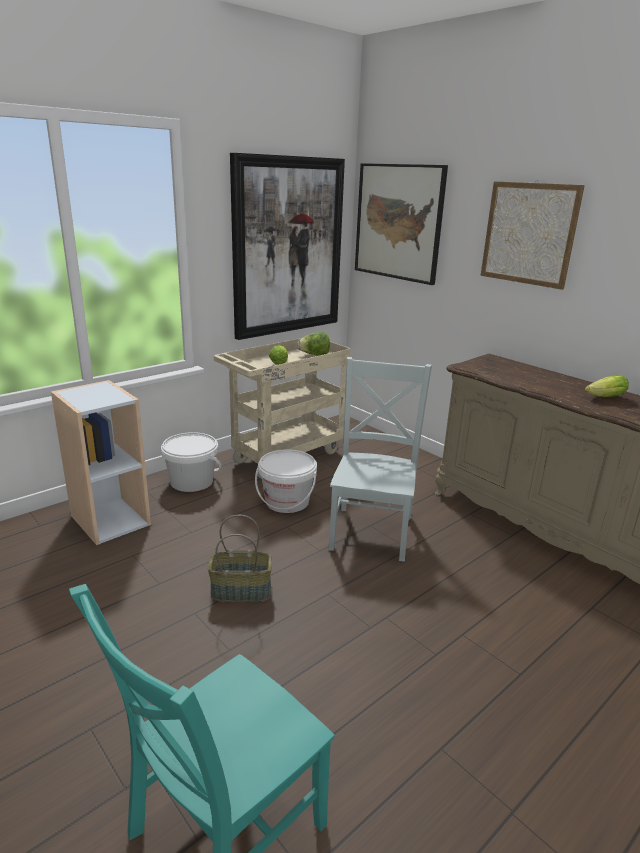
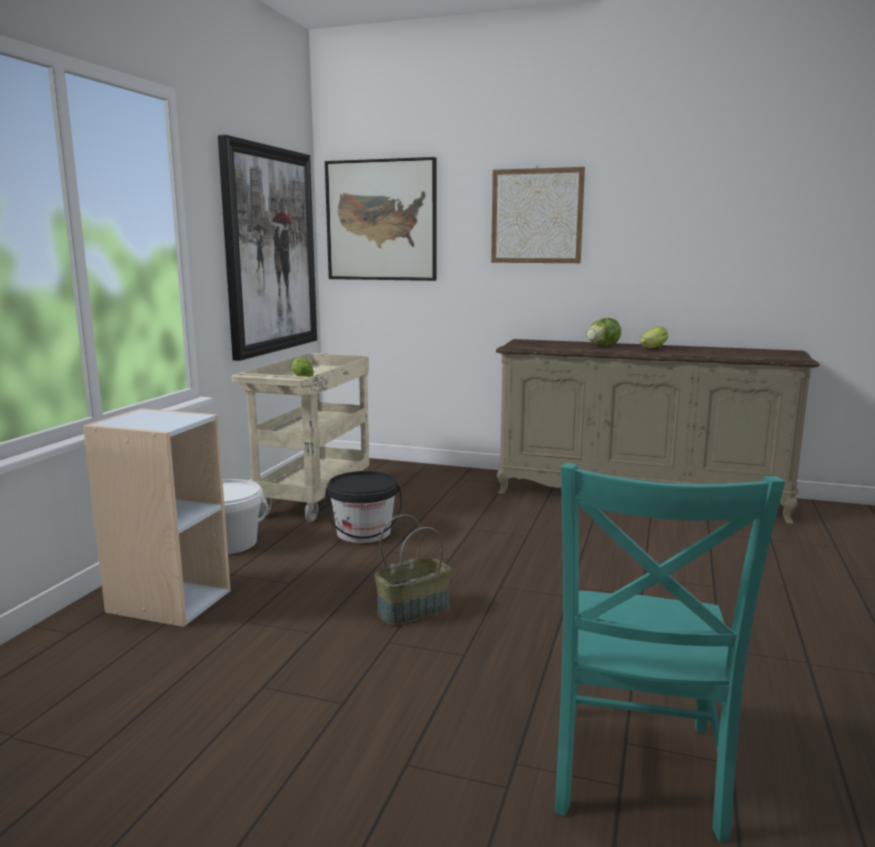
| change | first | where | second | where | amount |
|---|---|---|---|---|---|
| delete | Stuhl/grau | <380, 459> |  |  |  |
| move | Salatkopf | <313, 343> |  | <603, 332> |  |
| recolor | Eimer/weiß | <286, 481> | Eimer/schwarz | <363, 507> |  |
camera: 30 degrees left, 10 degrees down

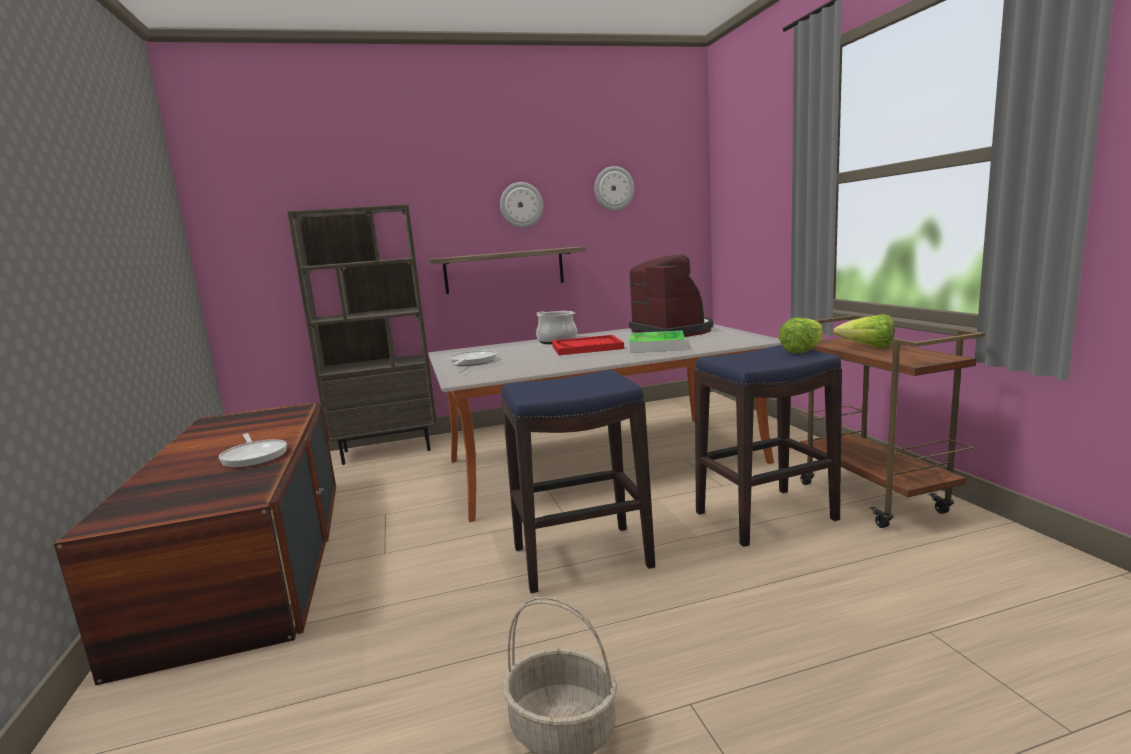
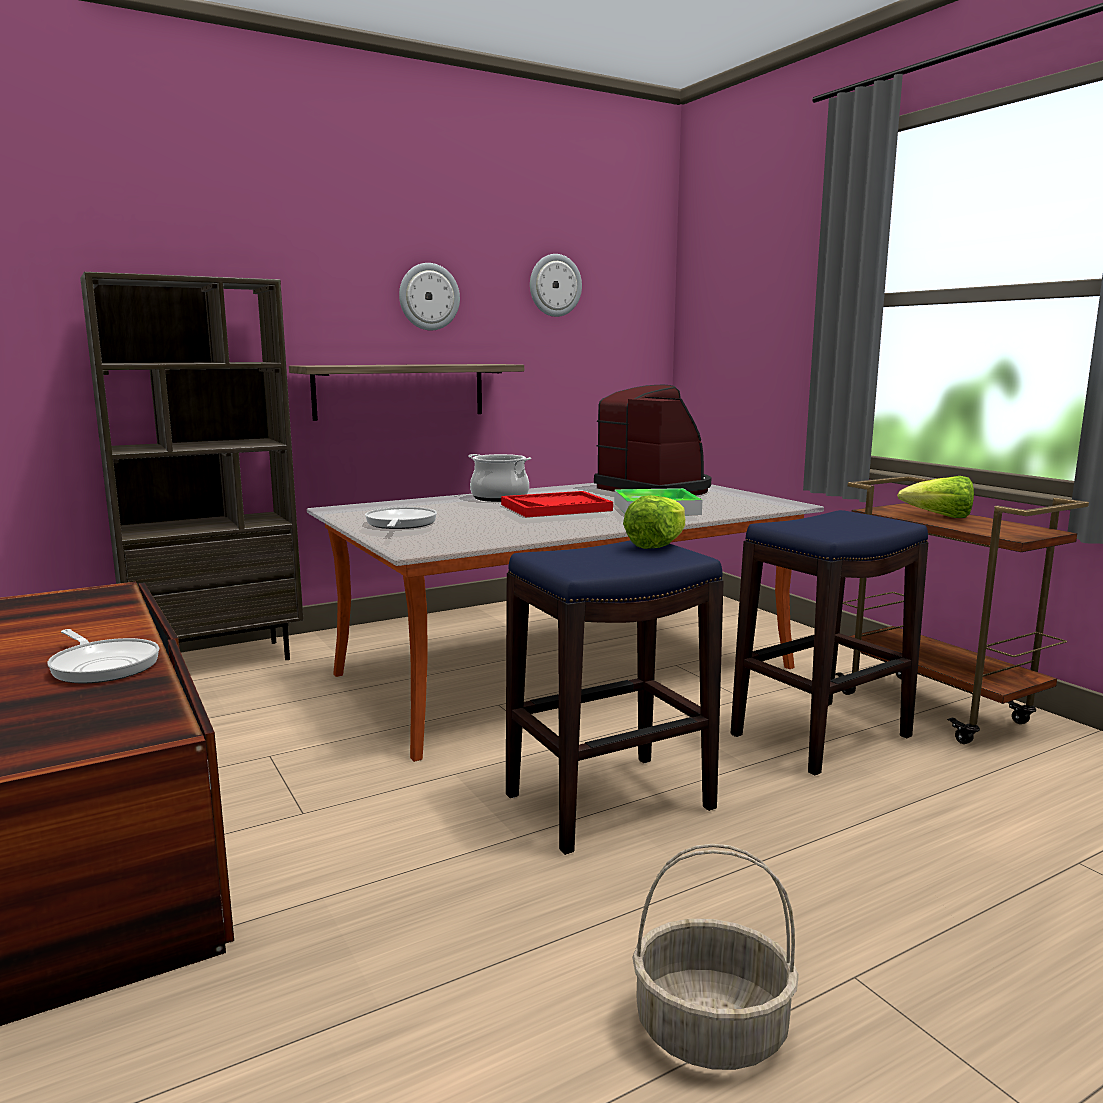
| change | first | where | second | where | amount |
|---|---|---|---|---|---|
| move | Salatkopf | <800, 335> |  | <654, 522> |  |
camera: 15 degrees left, 0 degrees up

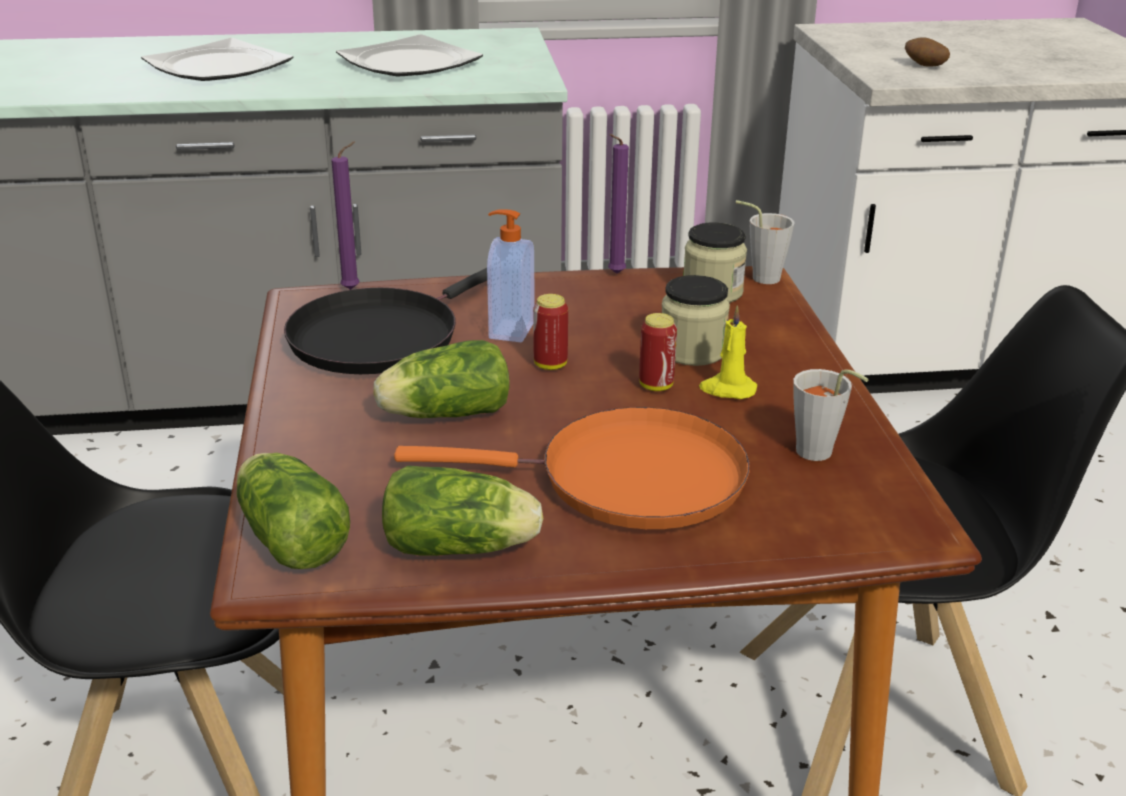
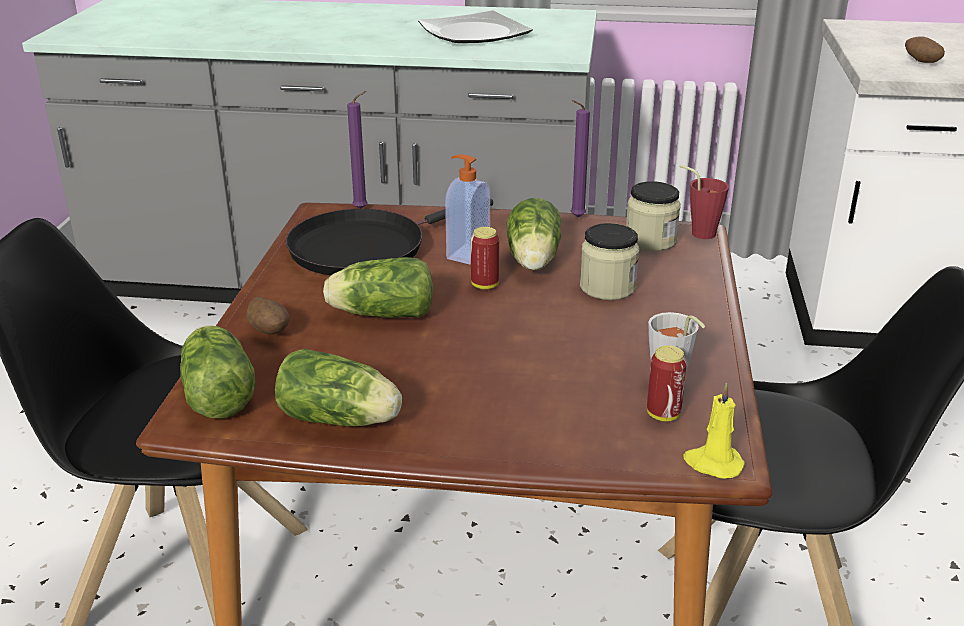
| change | first | where | second | where | amount |
|---|---|---|---|---|---|
| delete | Teller | <217, 59> |  |  |  |
| delete | Pfanne/orange | <572, 468> |  |  |  |
| insert |  |  | Kartoffel | <268, 315> |  |
| insert |  |  | Salatkopf | <534, 234> |  |
| move | Dose | <658, 352> |  | <667, 383> |  |
| move | Kerze/gelb | <728, 352> |  | <714, 430> |  |
| recolor | Tasse/grau | <765, 242> | Tasse/rot | <704, 202> |  |
camera: 15 degrees right, 0 degrees up

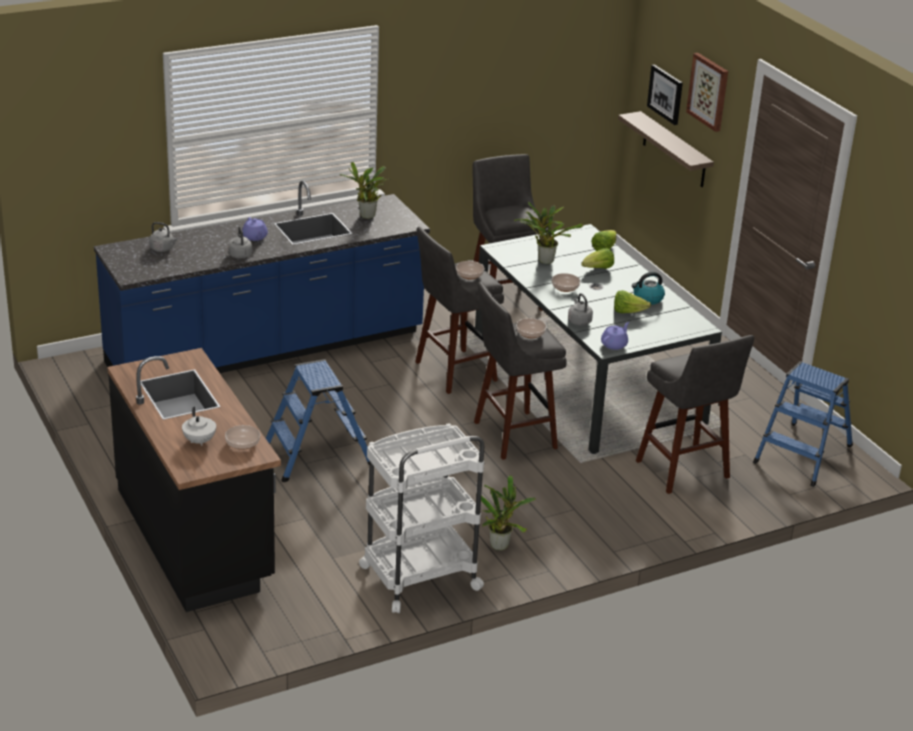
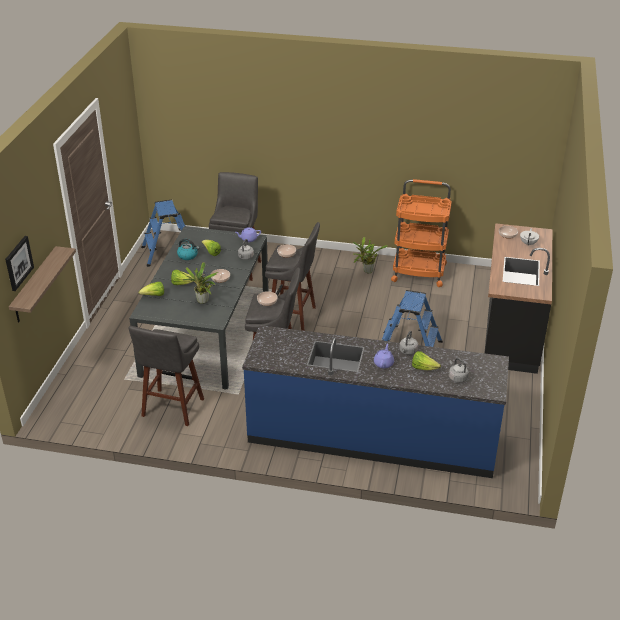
| change | first | where | second | where | amount |
|---|---|---|---|---|---|
| delete | Topfpflanze | <364, 190> |  |  |  |
| delete | Bild | <707, 92> |  |  |  |
| insert |  |  | Salatkopf | <426, 360> |  |
| recolor | Rollwagen/weiß | <421, 518> | Rollwagen/orange | <421, 233> |  |
camera: 140 degrees left, 5 degrees up

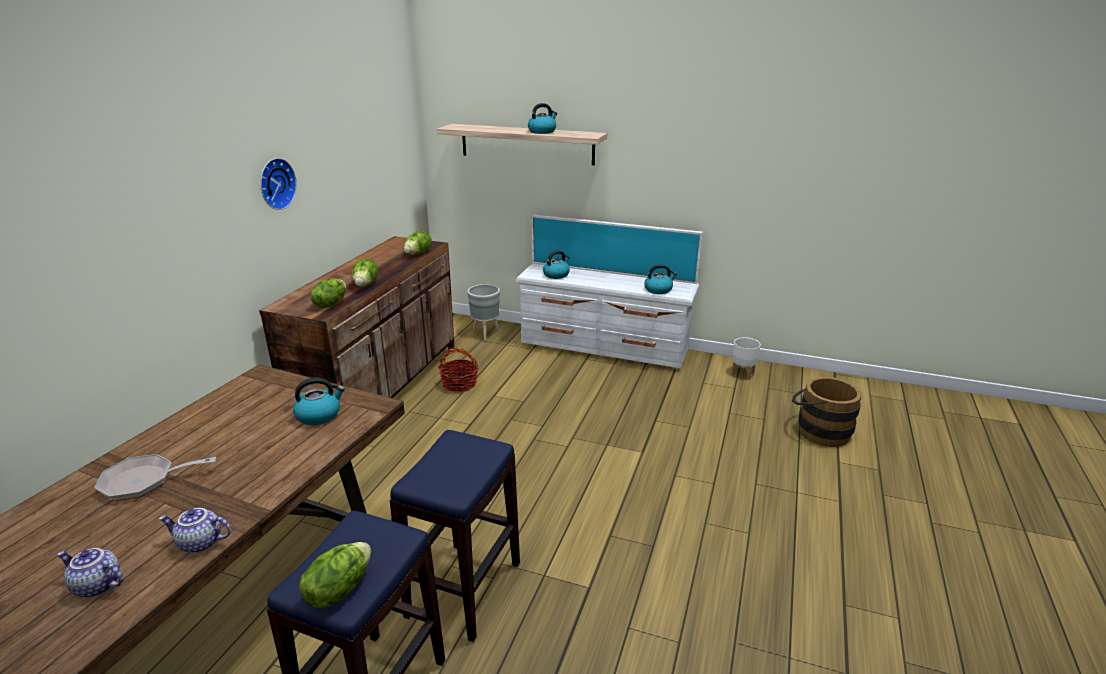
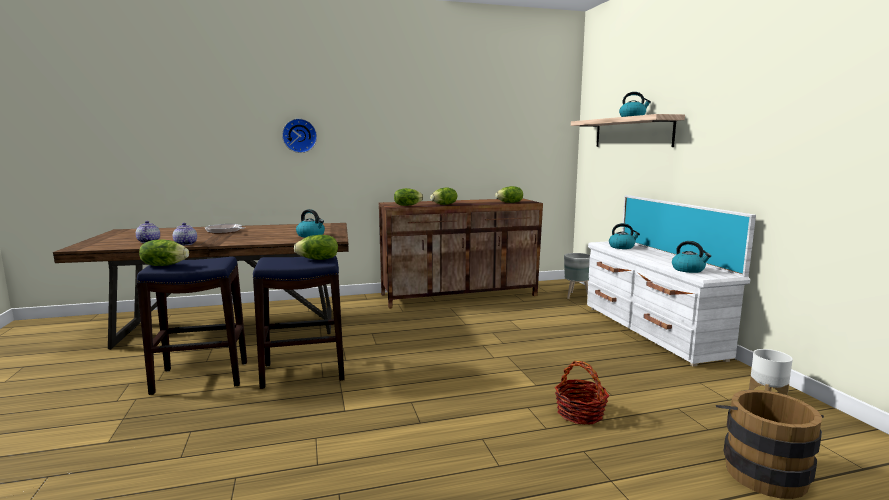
| change | first | where | second | where | amount |
|---|---|---|---|---|---|
| insert |  |  | Salatkopf | <316, 247> |  |
| move | Wanduhr | <278, 184> |  | <299, 135> |  |
| move | Korb | <458, 370> |  | <582, 392> |  |
camera: 55 degrees right, 15 degrees down

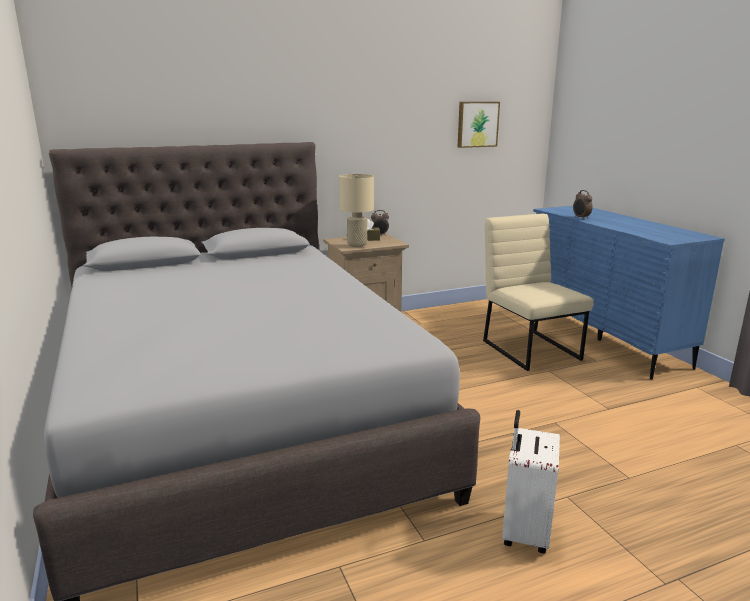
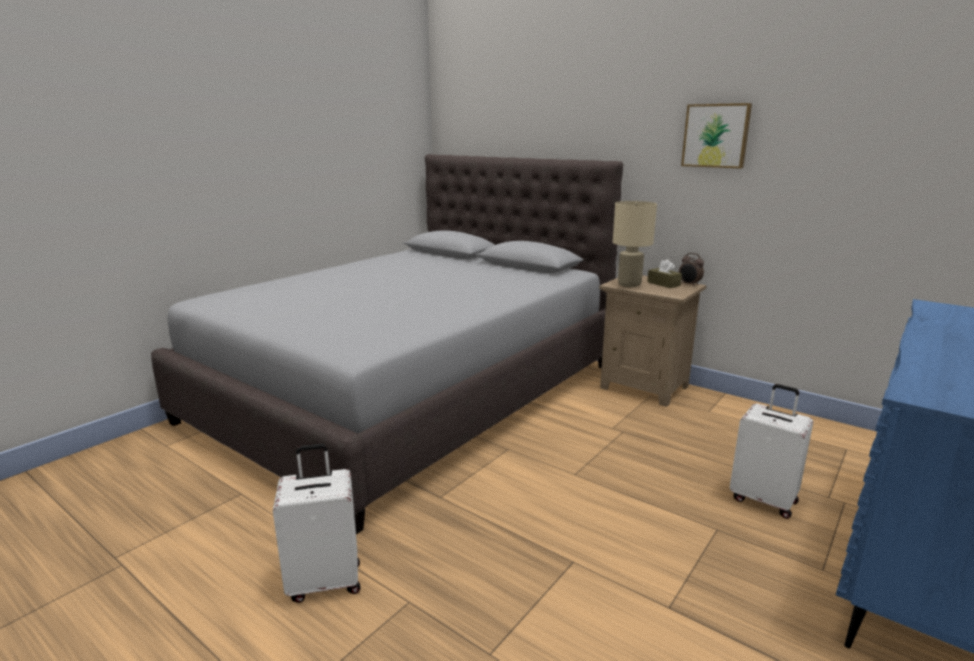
| change | first | where | second | where | amount |
|---|---|---|---|---|---|
| delete | Wecker | <583, 205> |  |  |  |
| move | Bild | <479, 125> |  | <716, 135> |  |
| replace | Stuhl/beige | <538, 292> | Koffer/weiß | <771, 451> |  |
camera: 60 degrees right, 0 degrees up

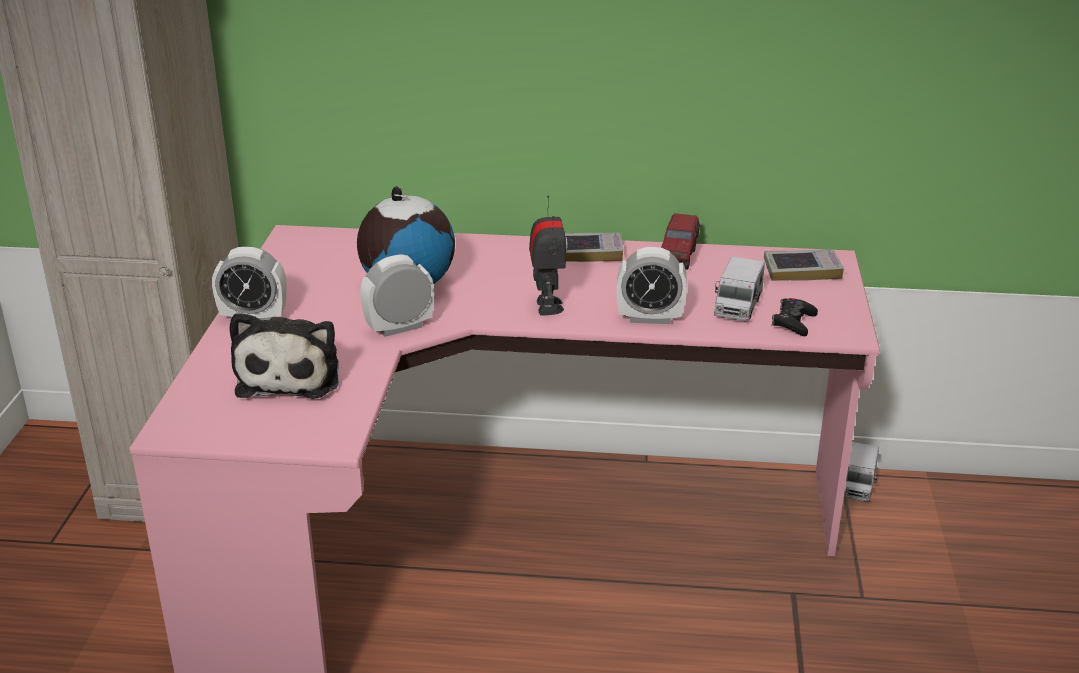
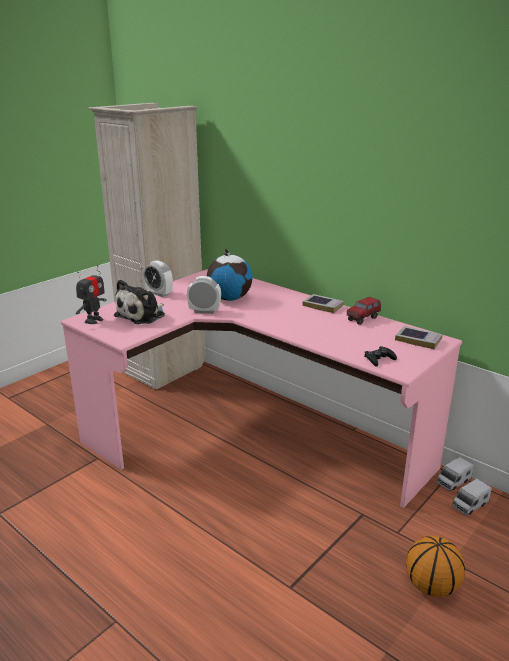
| change | first | where | second | where | amount |
|---|---|---|---|---|---|
| delete | Wecker | <652, 285> |  |  |  |
| insert |  |  | Basketball | <435, 566> |  |
| move | Spielzeugroboter | <548, 255> |  | <91, 294> |  |
| move | Spielzeuglaster | <739, 289> |  | <472, 497> |  |
camera: 35 degrees right, 5 degrees down

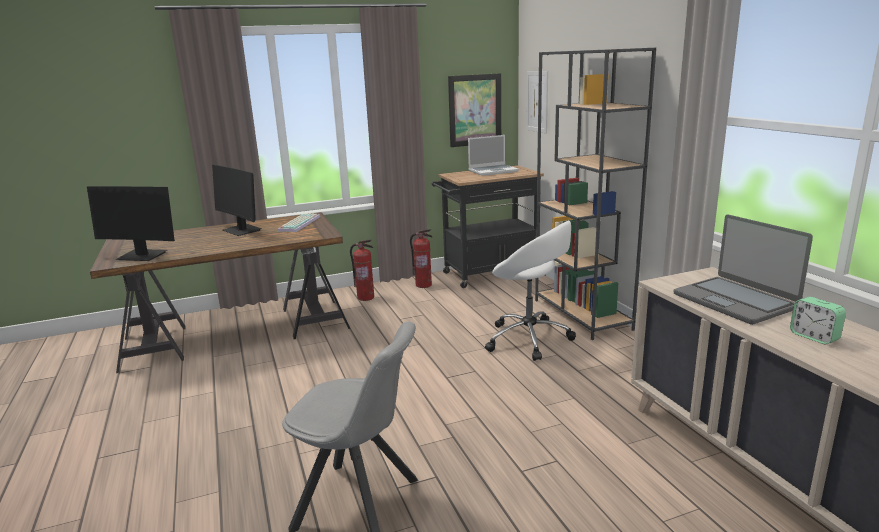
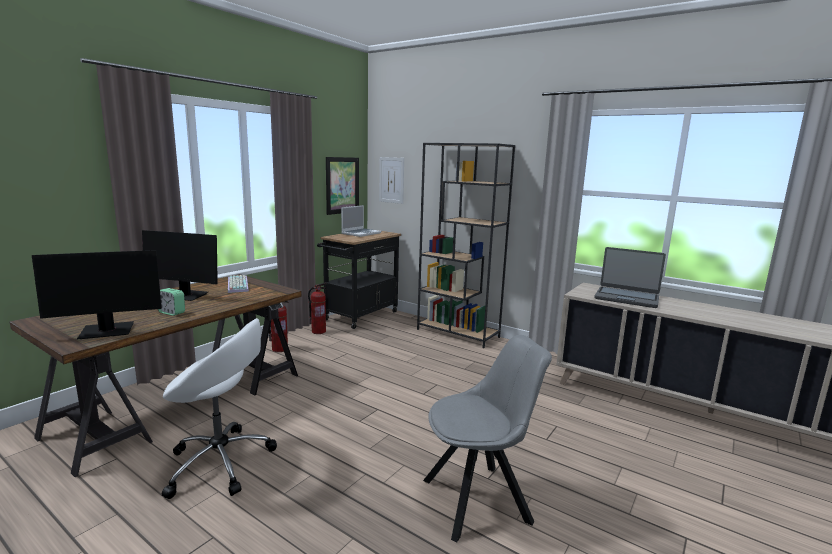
| change | first | where | second | where | amount |
|---|---|---|---|---|---|
| move | Bürostuhl/weiß | <530, 291> |  | <219, 408> |  |
| move | Wecker | <818, 320> |  | <171, 302> |  |
camera: 35 degrees left, 5 degrees down

